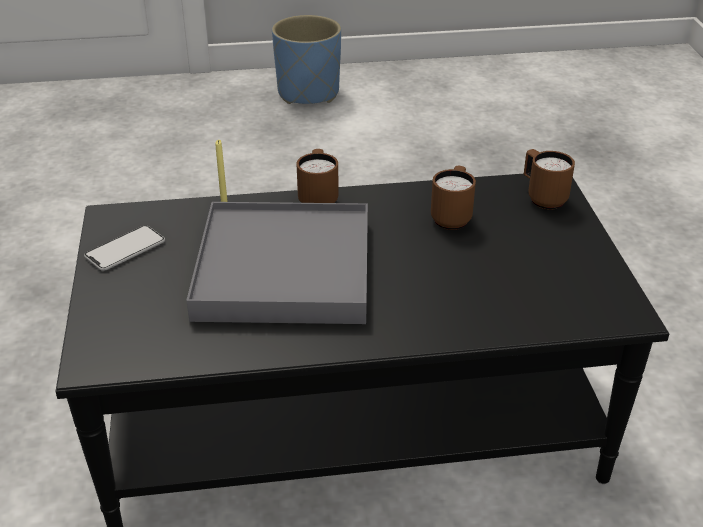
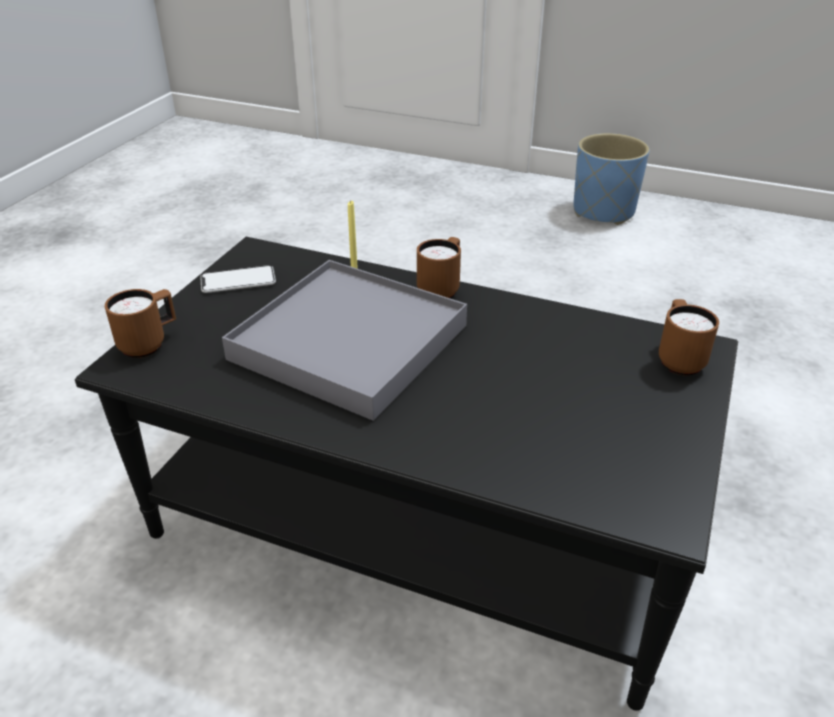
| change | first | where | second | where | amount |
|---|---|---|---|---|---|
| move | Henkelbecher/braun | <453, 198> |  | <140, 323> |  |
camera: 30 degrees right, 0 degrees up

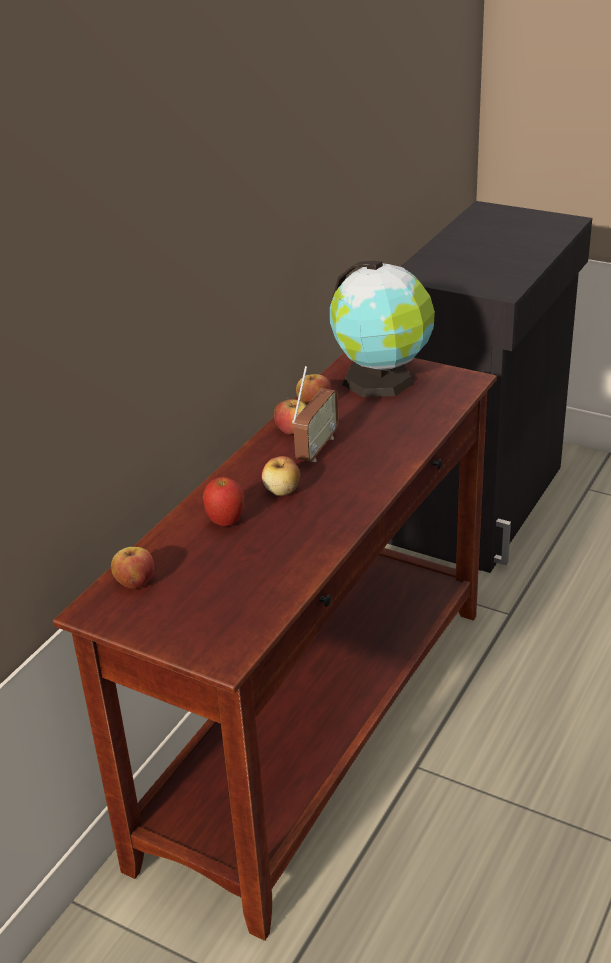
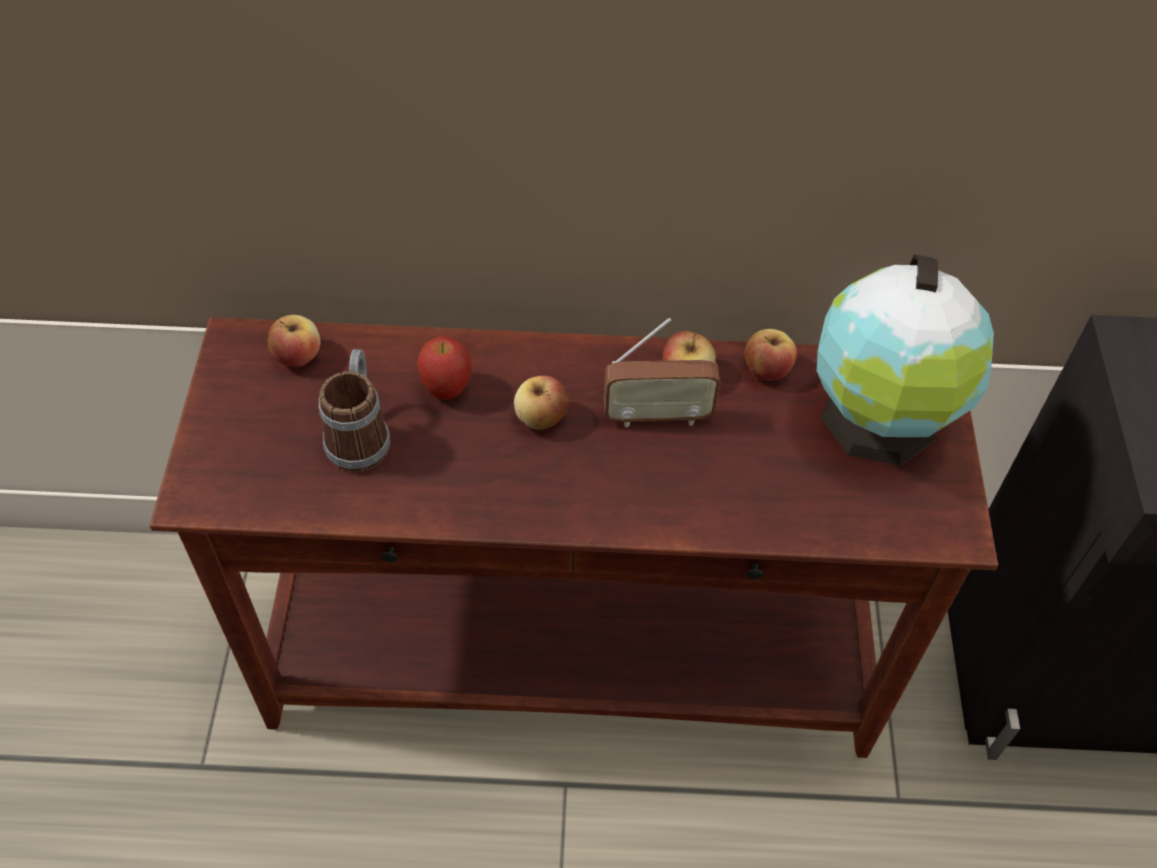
| change | first | where | second | where | amount |
|---|---|---|---|---|---|
| insert |  |  | Henkelbecher | <354, 410> |  |
camera: 60 degrees right, 20 degrees up

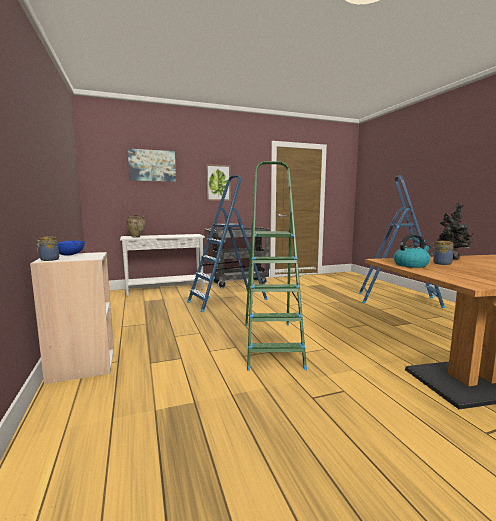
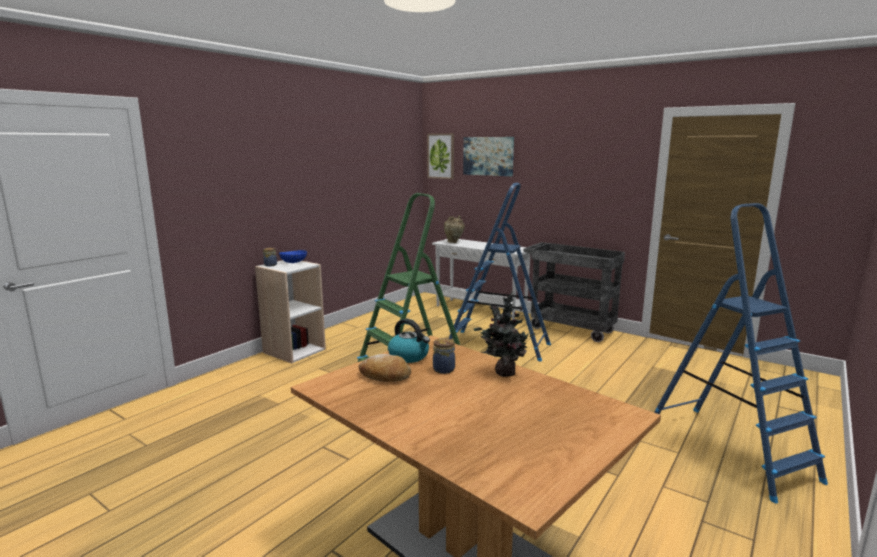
| change | first | where | second | where | amount |
|---|---|---|---|---|---|
| insert |  |  | Brot | <385, 368> |  |
| move | Bild | <218, 182> |  | <440, 156> |  |
camera: 55 degrees right, 5 degrees up

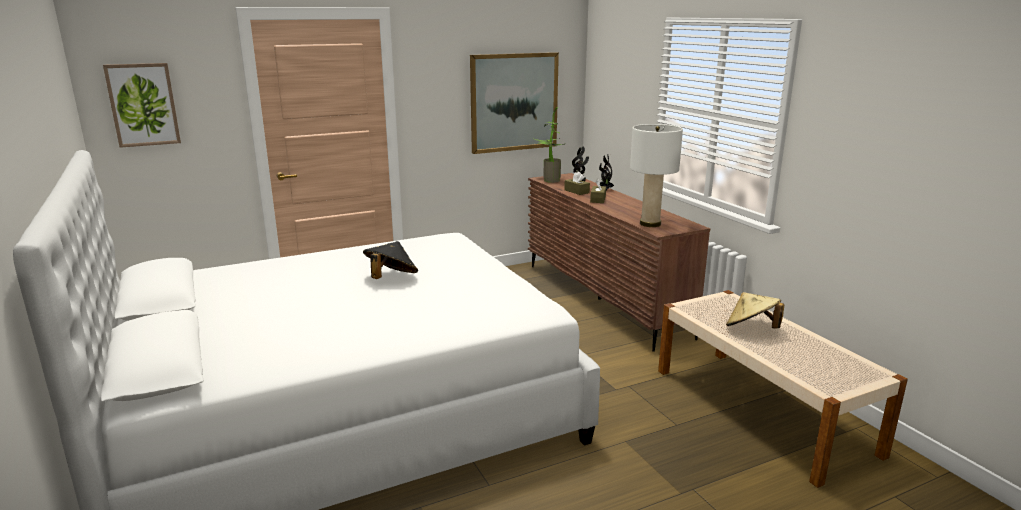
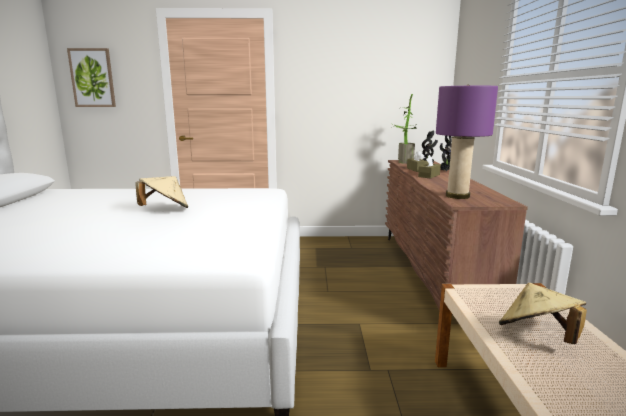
| change | first | where | second | where | amount |
|---|---|---|---|---|---|
| delete | Bild | <514, 103> |  |  |  |
| recolor | Hut/schwarz | <390, 260> | Hut/beige | <161, 192> |  |
| recolor | Tischlampe/weiß | <656, 175> | Tischlampe/lila | <467, 142> |  |
camera: 25 degrees right, 5 degrees down

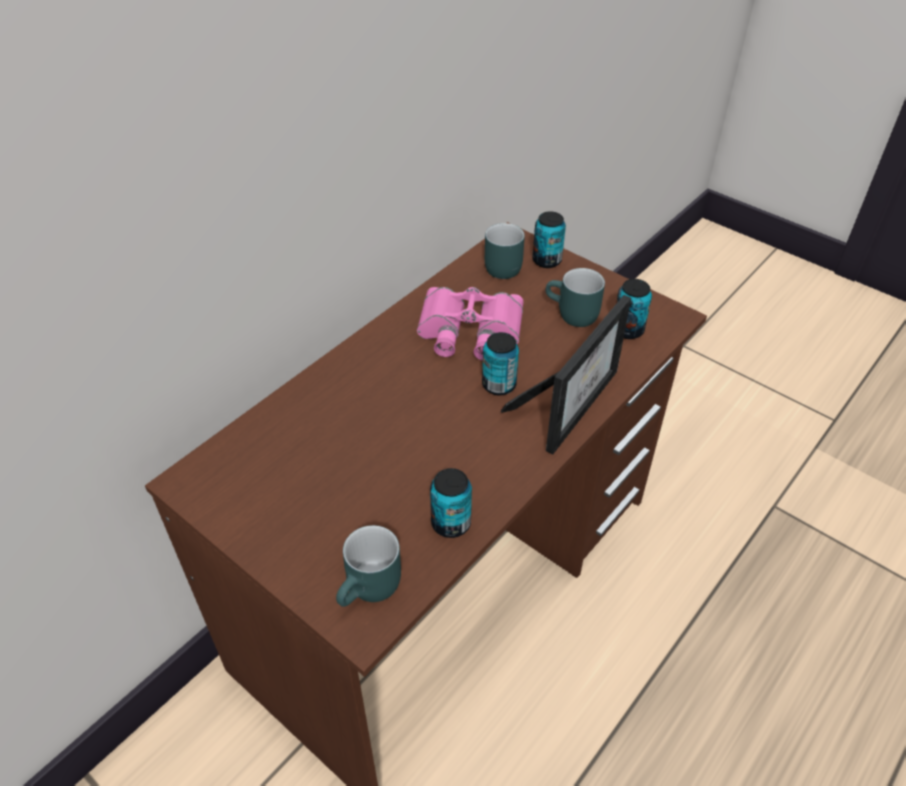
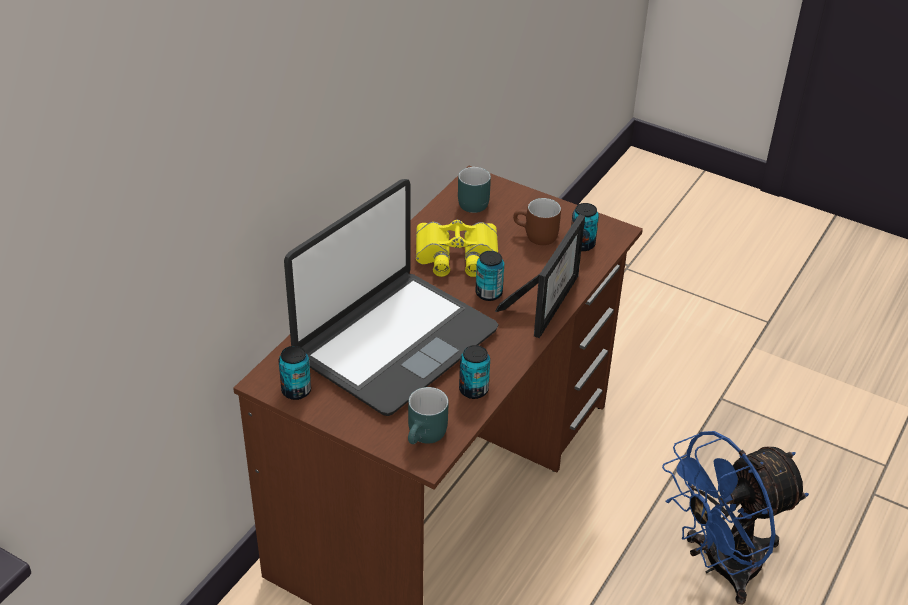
| change | first | where | second | where | amount |
|---|---|---|---|---|---|
| insert |  |  | Laptop | <391, 297> |  |
| insert |  |  | Ventilator/blau | <735, 518> |  |
| move | Dose | <549, 239> |  | <294, 373> |  |
| recolor | Fernglas/rosa | <470, 324> | Fernglas/gelb | <457, 248> |  |
| recolor | Henkelbecher/türkis | <575, 297> | Henkelbecher/braun | <537, 221> |  |
camera: 10 degrees left, 5 degrees down

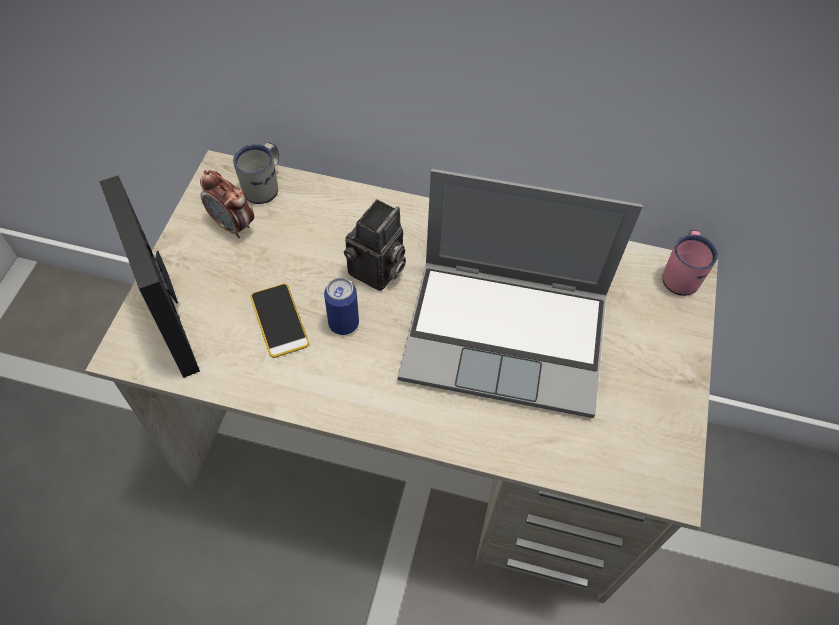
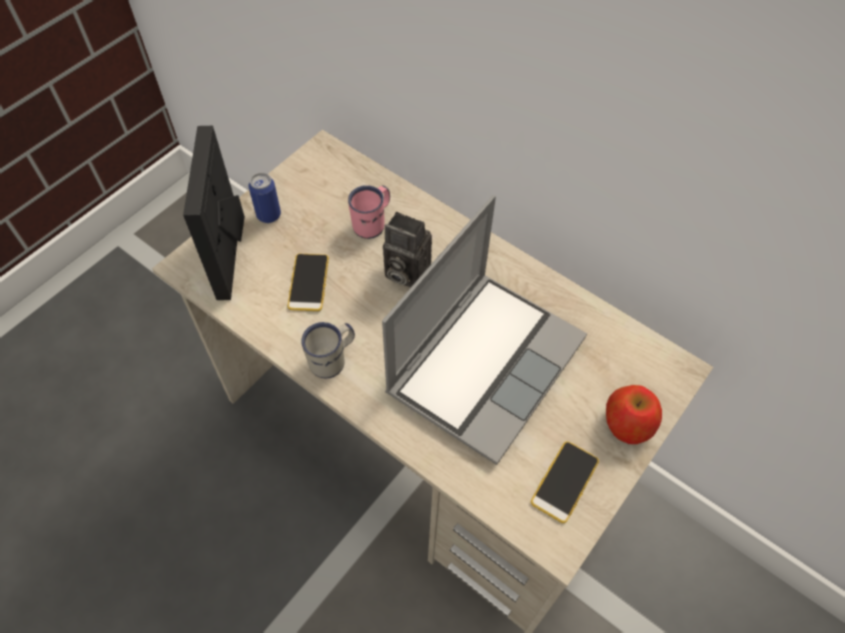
| change | first | where | second | where | amount |
|---|---|---|---|---|---|
| delete | Wecker | <227, 204> |  |  |  |
| insert |  |  | Handy | <565, 482> |  |
| insert |  |  | Apfel | <634, 414> |  |
| move | Henkelbecher/weiß | <256, 173> |  | <328, 350> |  |
| move | Dose | <341, 306> |  | <264, 197> |  |
| move | Henkelbecher/rosa | <690, 263> |  | <369, 212> |  |
| rotate | Kamera | <375, 245> |  | <407, 250> | 60 degrees clockwise |
| rotate | Laptop | <520, 293> |  | <484, 330> | 90 degrees counterclockwise |
camera: 25 degrees right, 0 degrees up

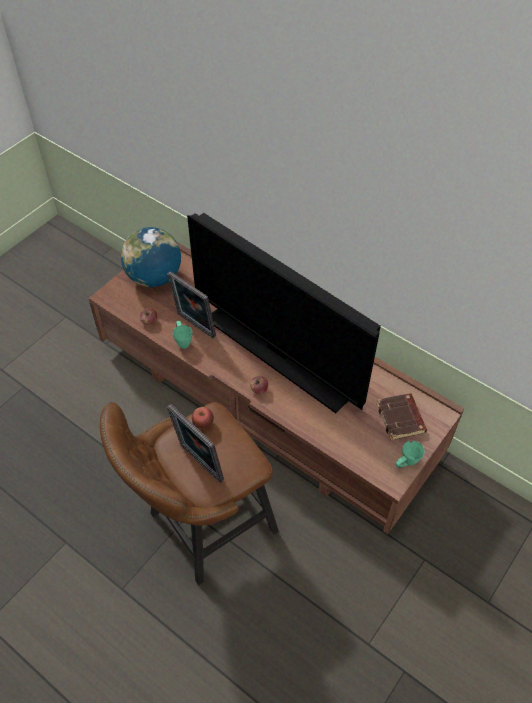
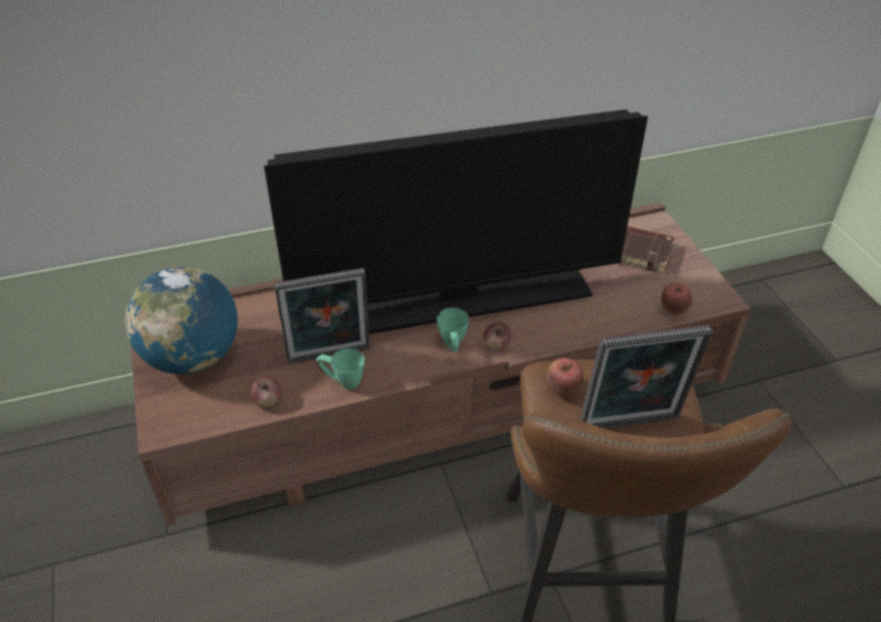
| change | first | where | second | where | amount |
|---|---|---|---|---|---|
| insert |  |  | Apfel | <676, 299> |  |
| move | Henkelbecher/grün | <410, 454> |  | <453, 330> |  |
camera: 55 degrees left, 10 degrees down

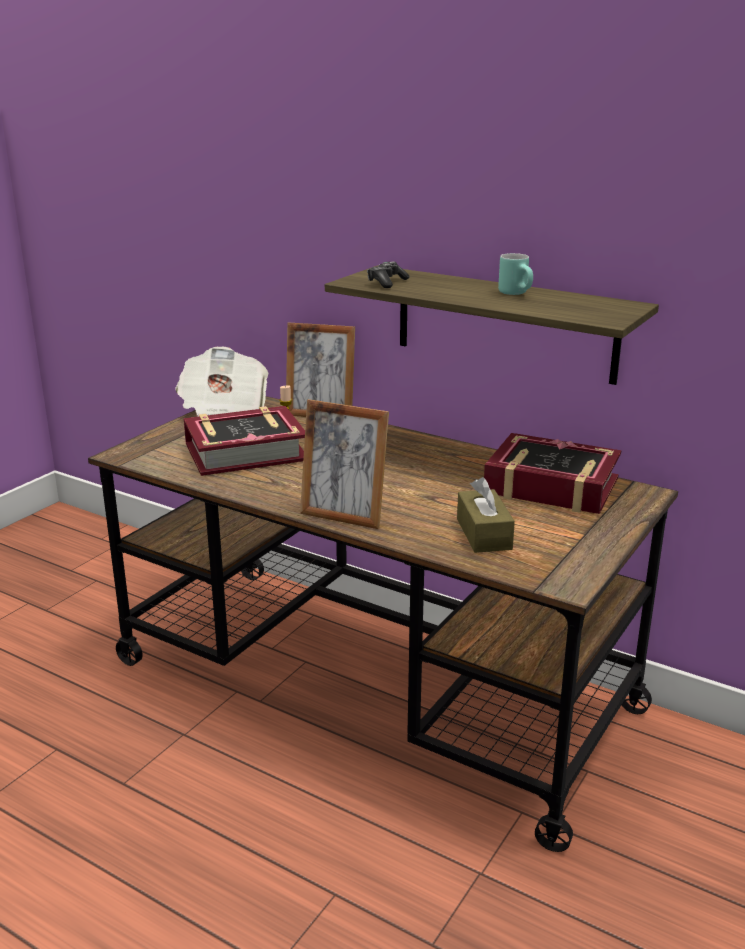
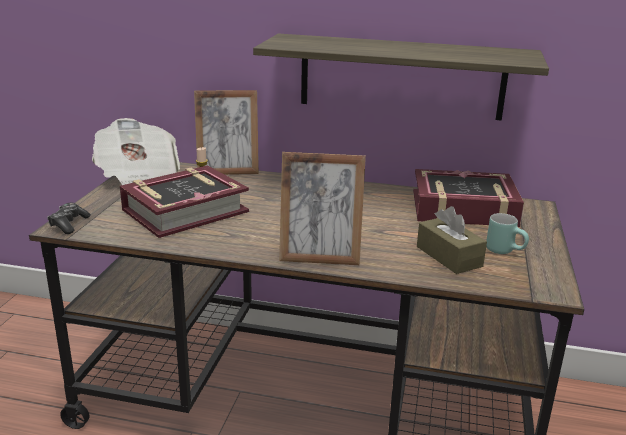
| change | first | where | second | where | amount |
|---|---|---|---|---|---|
| move | Gamepad | <388, 274> |  | <69, 218> |  |
| move | Henkelbecher/türkis | <515, 274> |  | <507, 233> |  |
camera: 20 degrees left, 0 degrees up

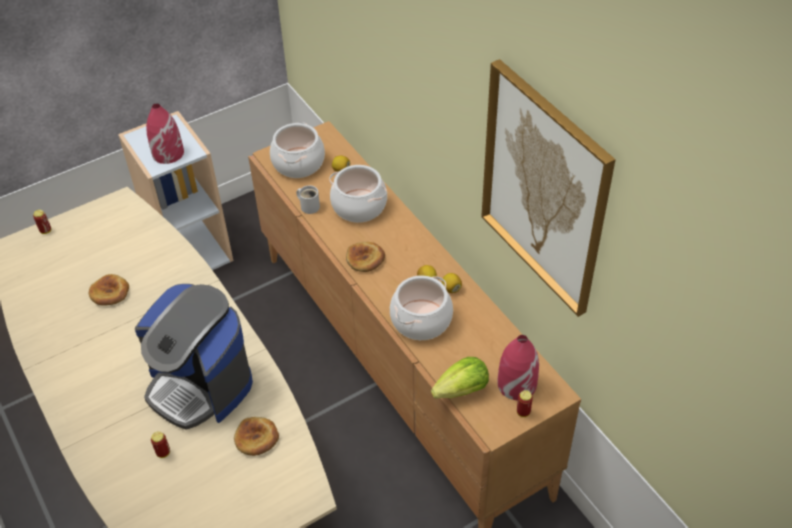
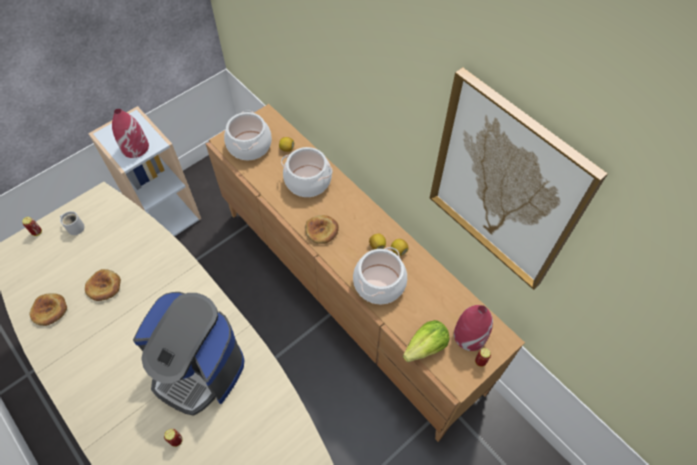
| change | first | where | second | where | amount |
|---|---|---|---|---|---|
| move | Brot | <256, 436> |  | <48, 309> |  |
| move | Henkelbecher/weiß | <308, 199> |  | <72, 223> |  |
camera: 10 degrees left, 10 degrees up

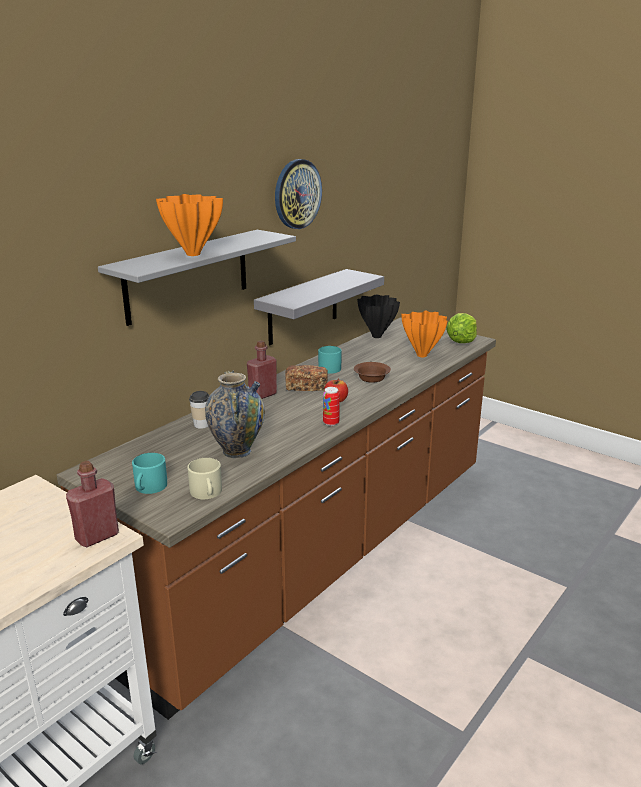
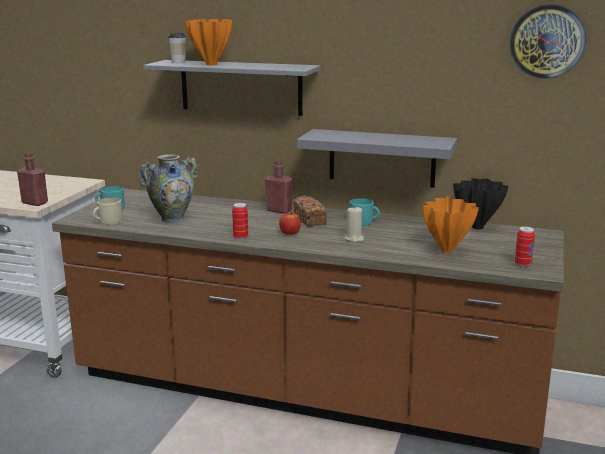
| change | first | where | second | where | amount |
|---|---|---|---|---|---|
| move | Tasse | <199, 410> |  | <177, 48> |  |
| move | Wanduhr | <298, 194> |  | <548, 41> |  |
| replace | Schüssel/braun | <372, 372> | Kerze/beige | <354, 224> |  |
| replace | Salatkopf | <461, 328> | Dose | <525, 246> |  |
camera: 70 degrees right, 5 degrees down

